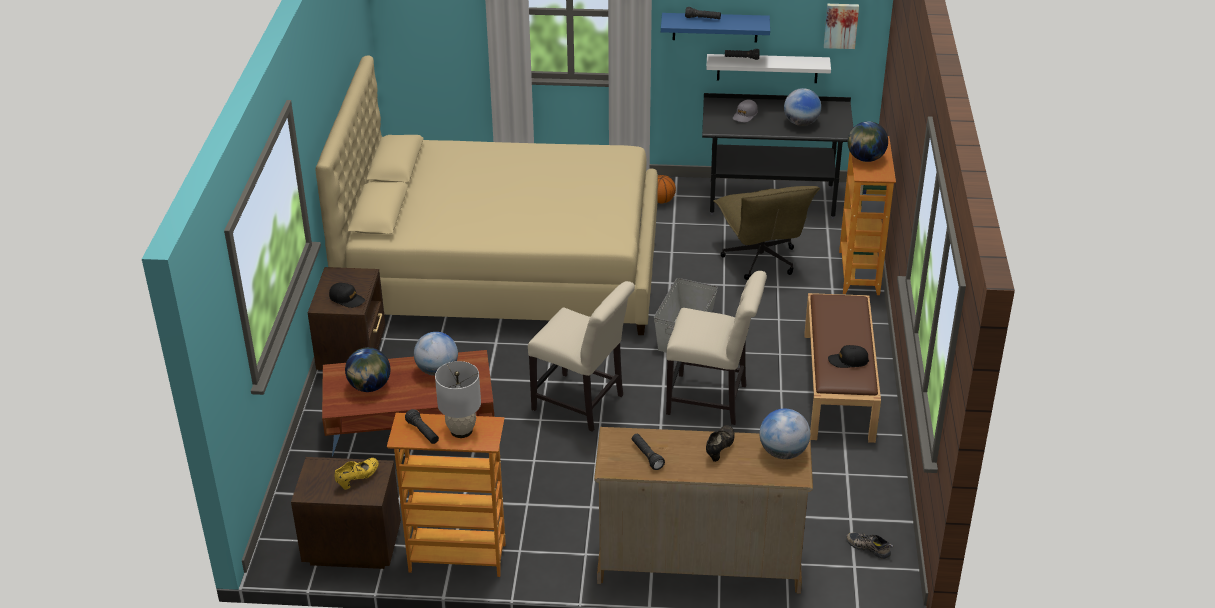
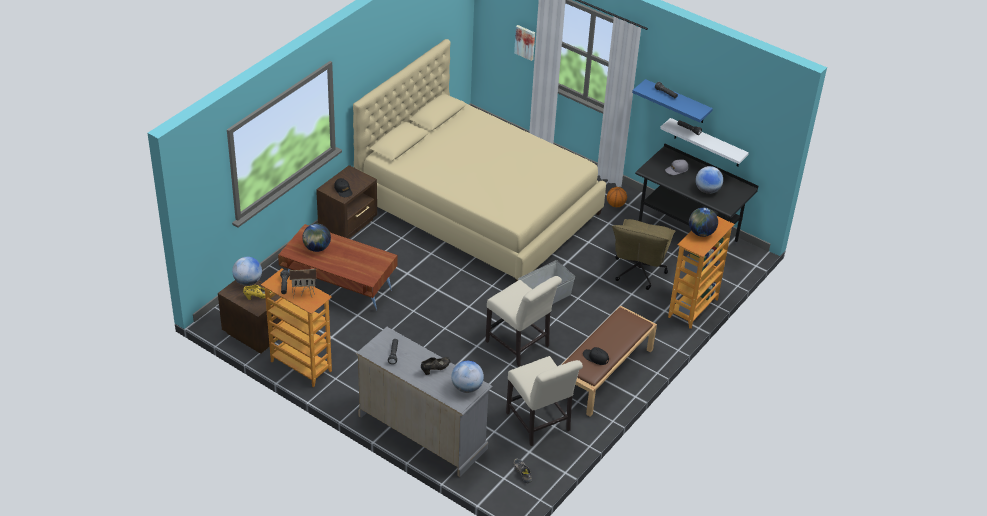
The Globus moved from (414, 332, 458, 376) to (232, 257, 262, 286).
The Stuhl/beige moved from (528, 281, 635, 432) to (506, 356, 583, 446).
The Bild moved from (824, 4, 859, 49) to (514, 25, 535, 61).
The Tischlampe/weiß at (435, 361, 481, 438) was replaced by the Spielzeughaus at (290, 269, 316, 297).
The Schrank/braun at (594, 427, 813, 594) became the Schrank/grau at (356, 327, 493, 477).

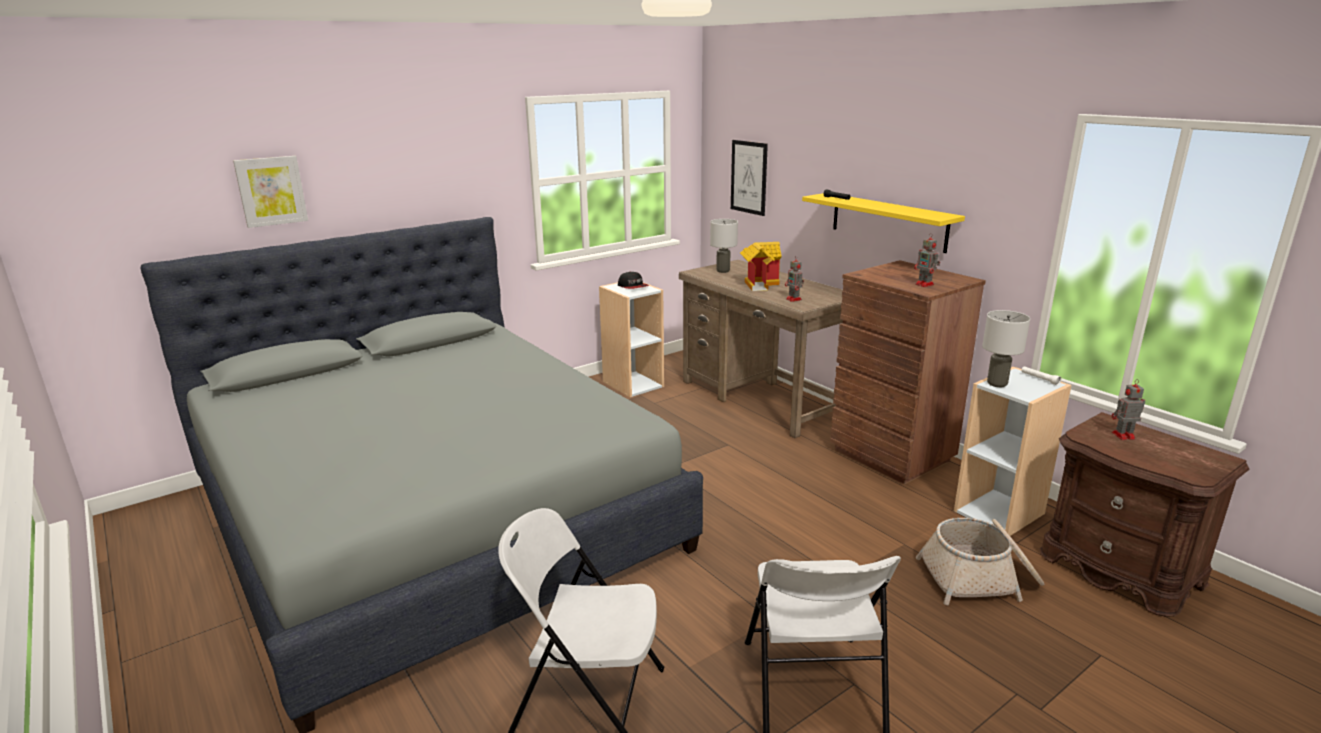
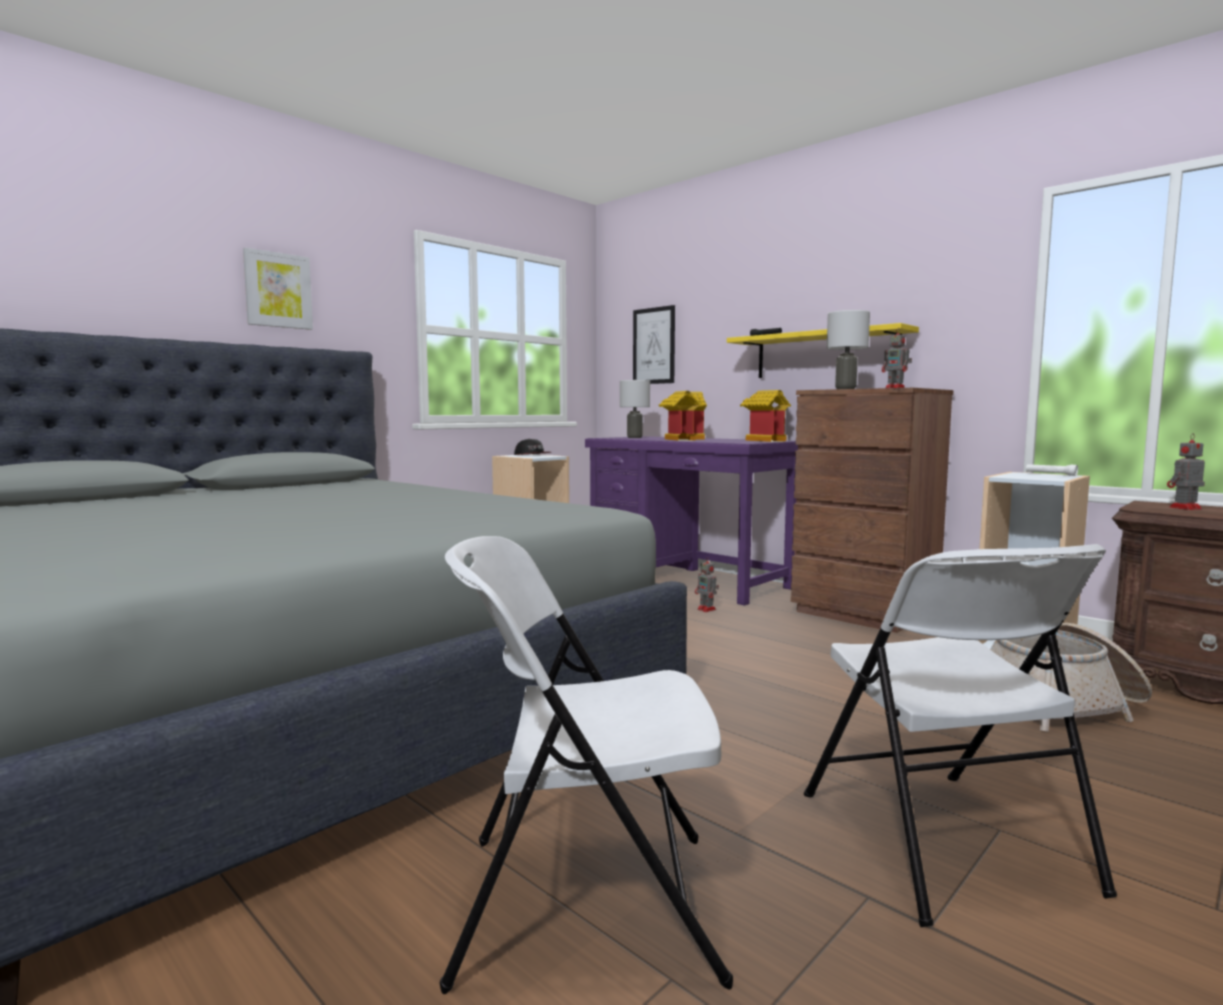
The Spielzeughaus at (740, 390, 791, 442) appeared.
The Bild moved from (233, 156, 308, 228) to (243, 247, 313, 330).
The Spielzeugroboter moved from (785, 257, 804, 302) to (695, 556, 719, 612).
The Tischlampe/weiß moved from (982, 310, 1030, 387) to (826, 310, 870, 389).
The Schreibtisch/braun at (679, 260, 843, 438) became the Schreibtisch/lila at (585, 436, 798, 605).

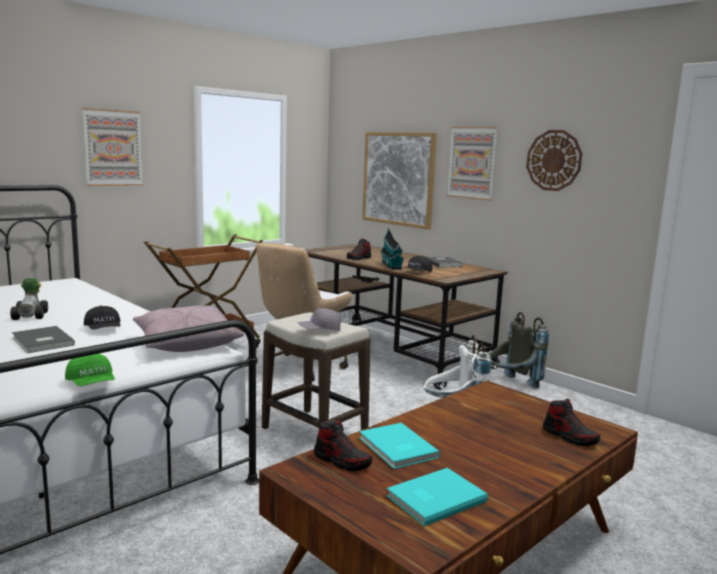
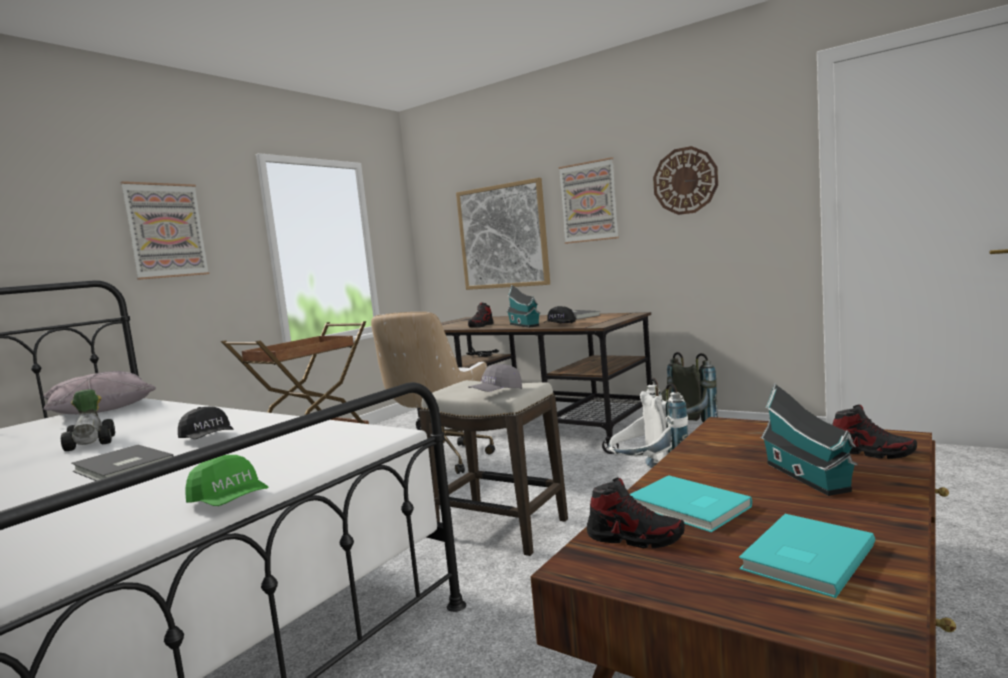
The Spielzeughaus at (761, 383, 858, 496) appeared.
The Kissen/lila moved from (133, 305, 244, 352) to (43, 371, 156, 414).

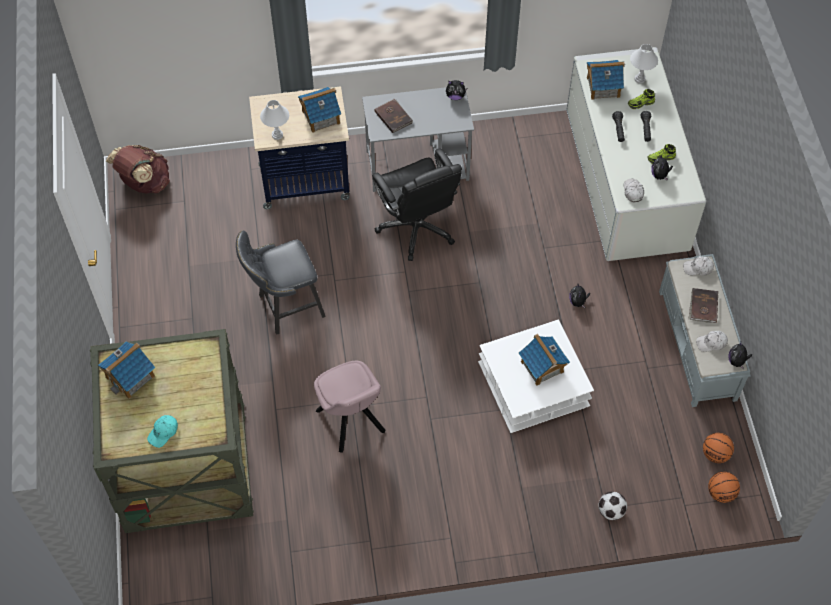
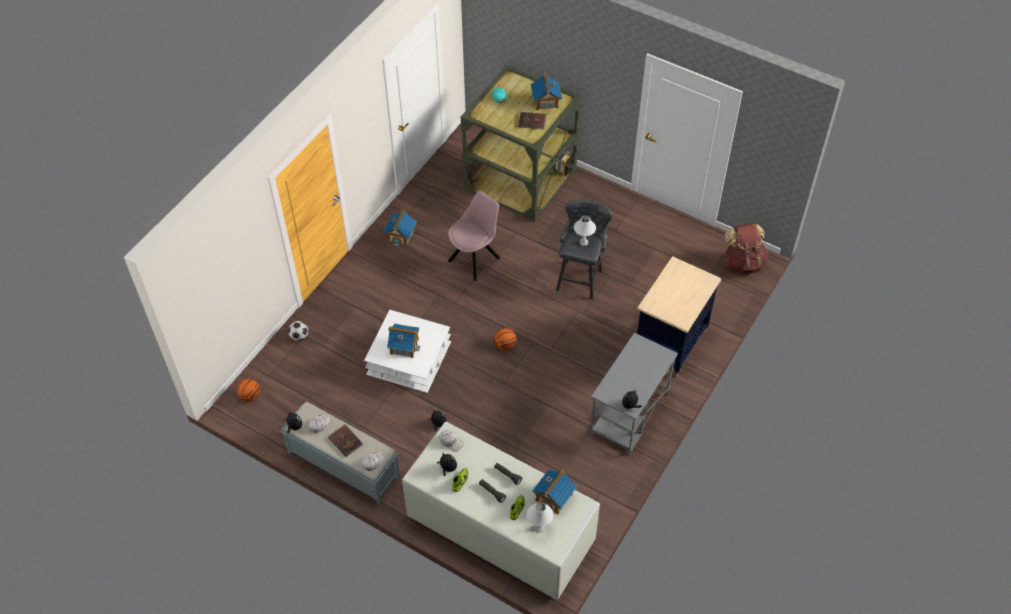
The Bürostuhl/schwarz at (372, 148, 462, 261) disappeared.
The Tischlampe/weiß moved from (260, 100, 289, 140) to (574, 215, 596, 246).
The Spielzeughaus moved from (298, 87, 341, 133) to (383, 210, 417, 247).
The Buch/braun moved from (374, 98, 413, 133) to (518, 112, 547, 130).
The Basketball moved from (703, 433, 734, 463) to (494, 328, 516, 350).
The Stuhl/rosa at (314, 361, 386, 453) turned 120 degrees clockwise.

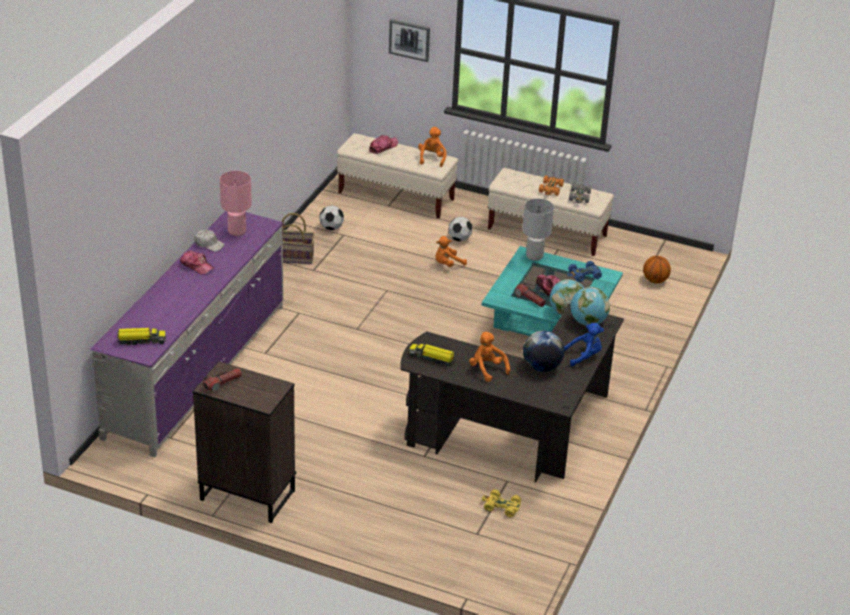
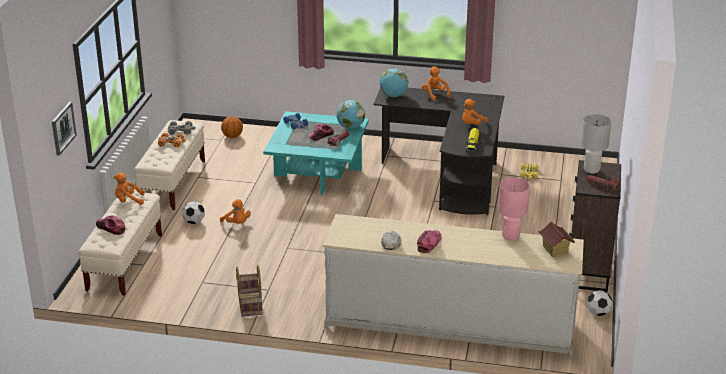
The Globus at (523, 331, 564, 372) disappeared.
The Tischlampe/rosa moved from (220, 171, 252, 236) to (498, 178, 530, 241).
The Fußball moved from (319, 205, 344, 230) to (587, 290, 613, 316).
The Tischlampe/grau moved from (522, 198, 554, 261) to (581, 114, 611, 174).
The Spielzeuglaster at (117, 328, 166, 345) was replaced by the Spielzeughaus at (538, 222, 575, 257).
The Schrank/lila at (90, 211, 284, 457) became the Schrank/beige at (323, 214, 584, 359).
The Plüschtier/blau at (564, 323, 604, 366) became the Plüschtier/orange at (422, 66, 450, 101).

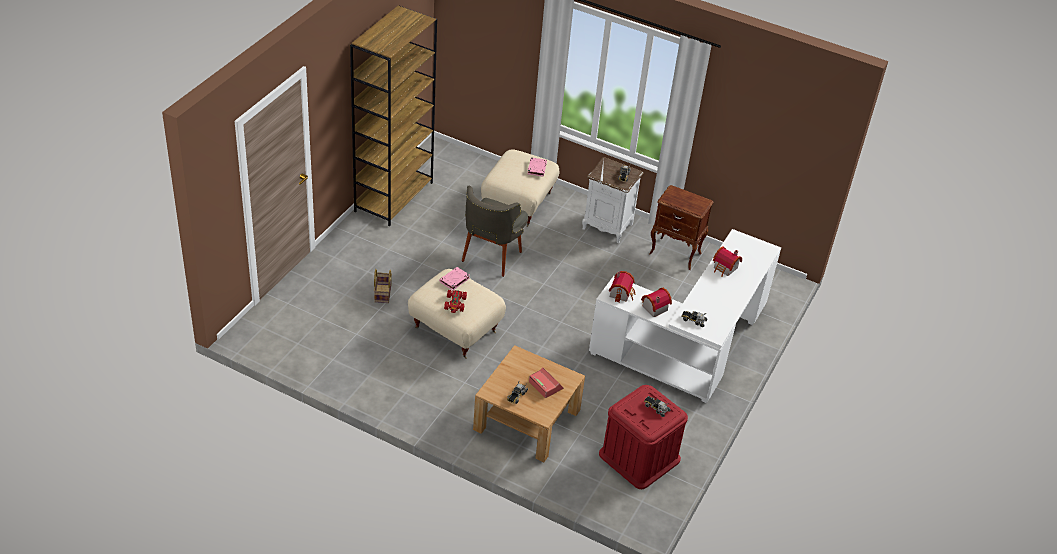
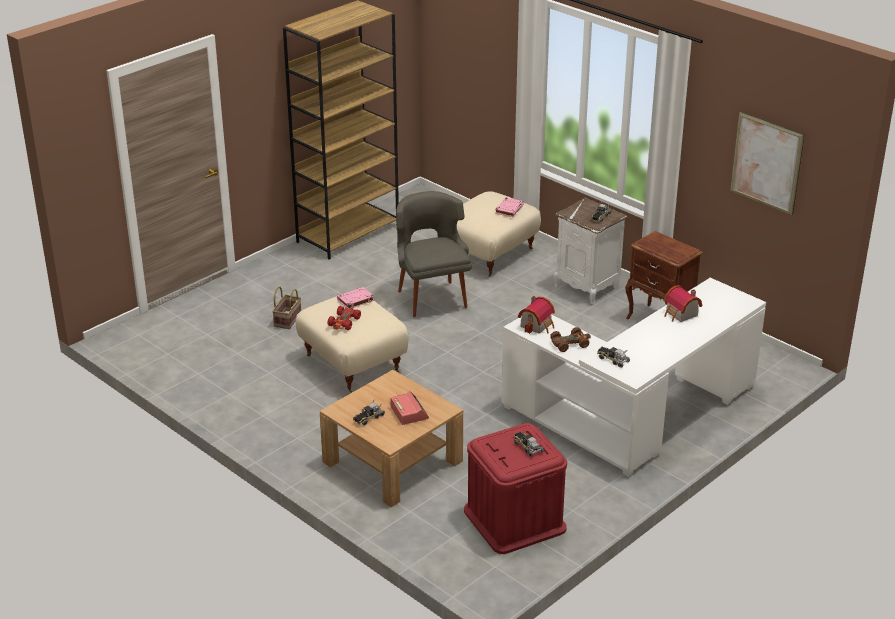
The Bild at (730, 112, 805, 215) appeared.
The Spielzeughaus at (641, 288, 672, 317) was replaced by the Spielzeugauto/braun at (550, 327, 591, 352).
The Stuhl/grau at (462, 186, 528, 277) turned 120 degrees clockwise.

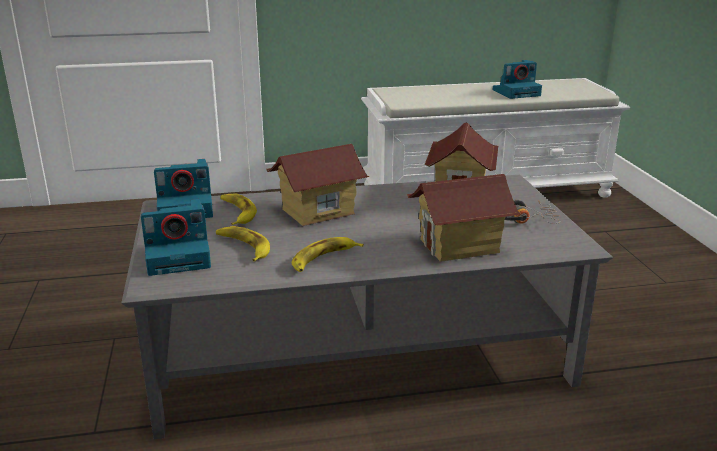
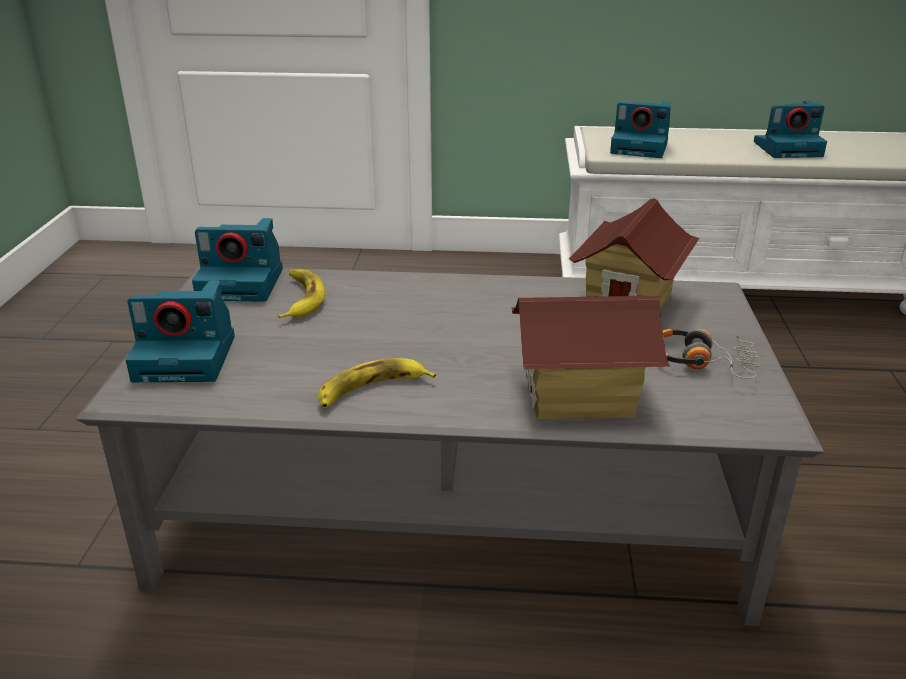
The Banane at (216, 226, 270, 262) disappeared.
The Spielzeughaus at (266, 144, 369, 226) disappeared.
The Kamera at (610, 101, 671, 158) appeared.

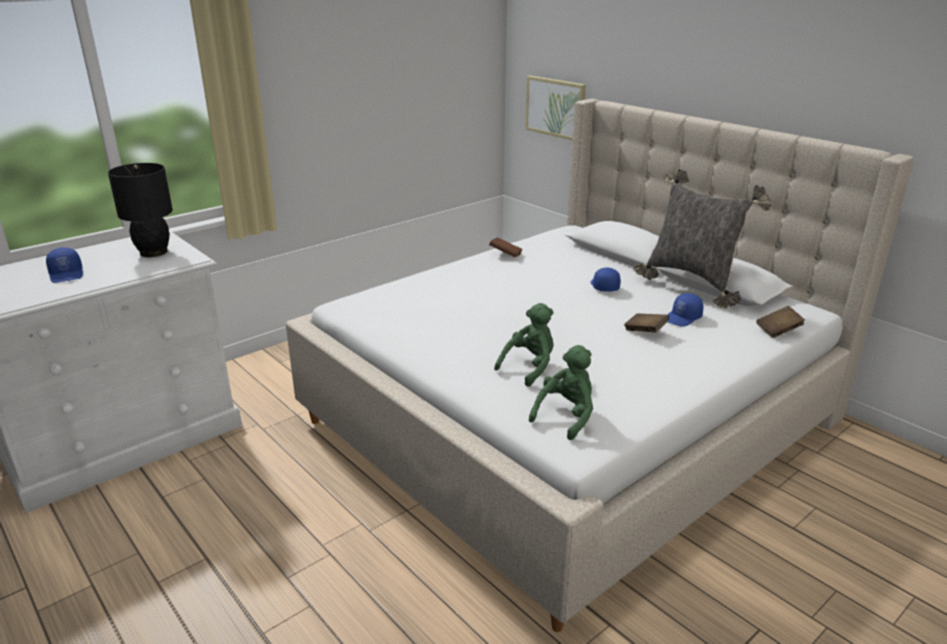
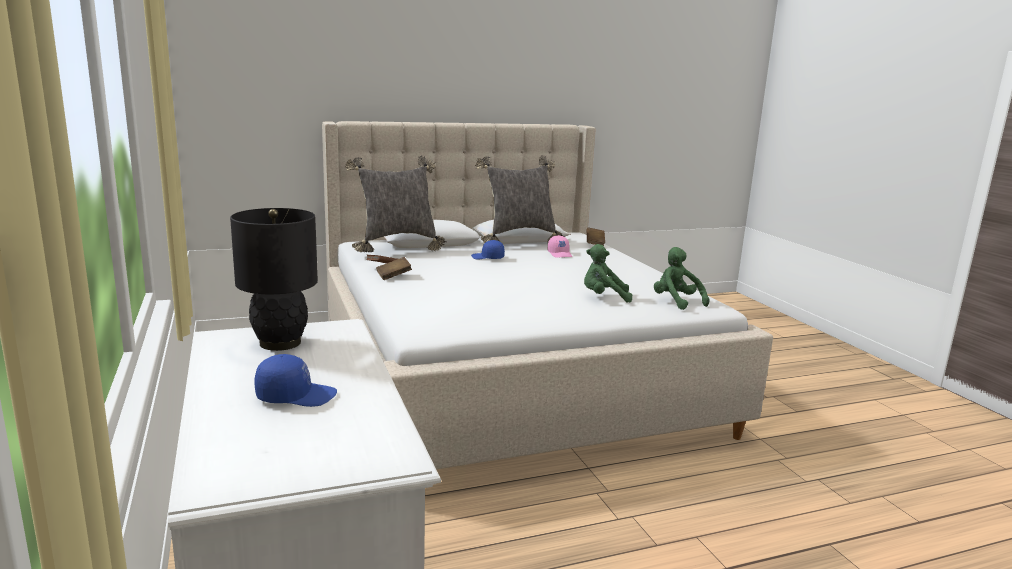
The Bild at (525, 76, 586, 140) disappeared.
The Kissen at (345, 156, 446, 253) appeared.
The Buch/braun moved from (624, 313, 670, 333) to (376, 257, 412, 280).
The Kappe/blau at (667, 293, 703, 327) became the Kappe/rosa at (547, 235, 572, 258).
The Plüschtier/grün at (494, 303, 554, 387) turned 60 degrees counterclockwise.

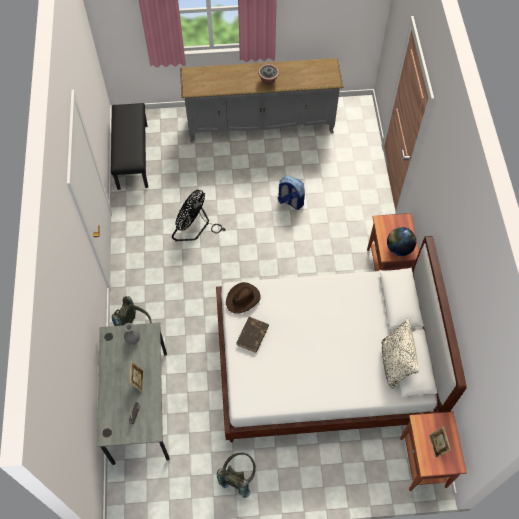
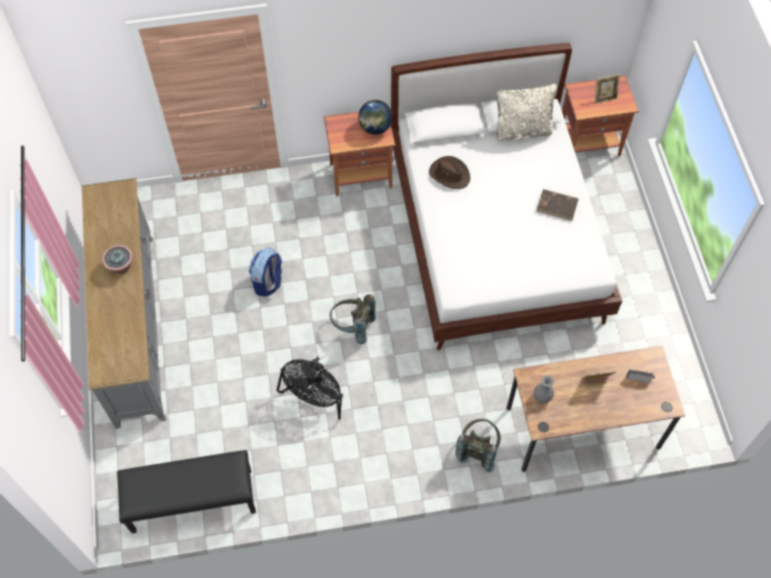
The Rucksack/grau moved from (217, 453, 256, 498) to (330, 294, 376, 344).
The Hut/braun moved from (226, 282, 261, 314) to (429, 156, 470, 189).
The Buch/braun moved from (236, 317, 269, 353) to (537, 189, 579, 221).
The Schreibtisch/grau at (97, 323, 170, 465) became the Schreibtisch/braun at (507, 346, 685, 472).

